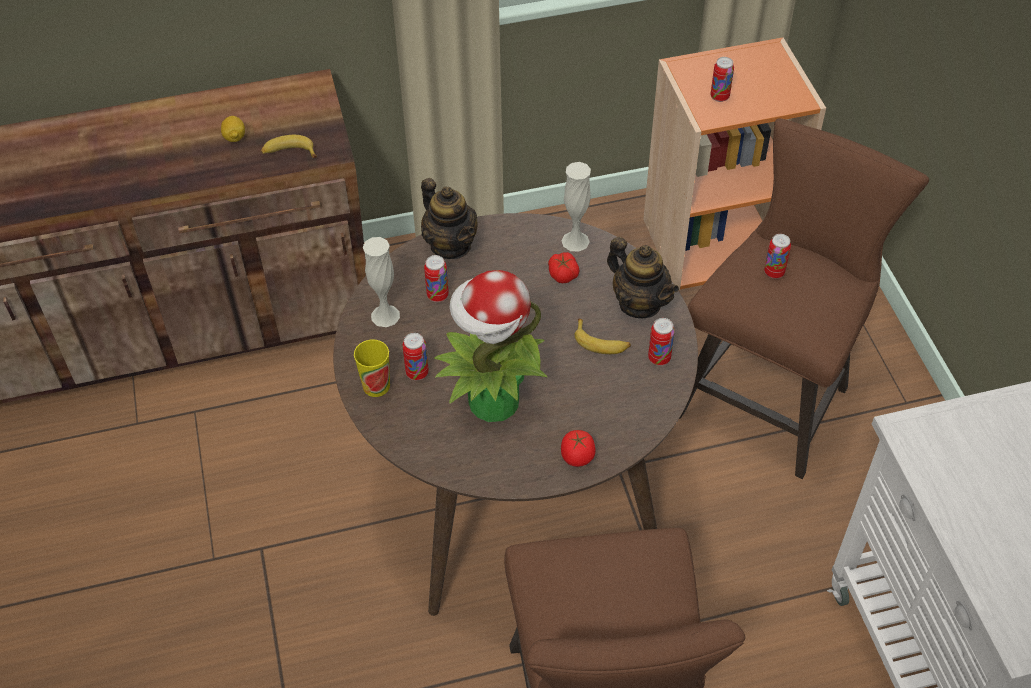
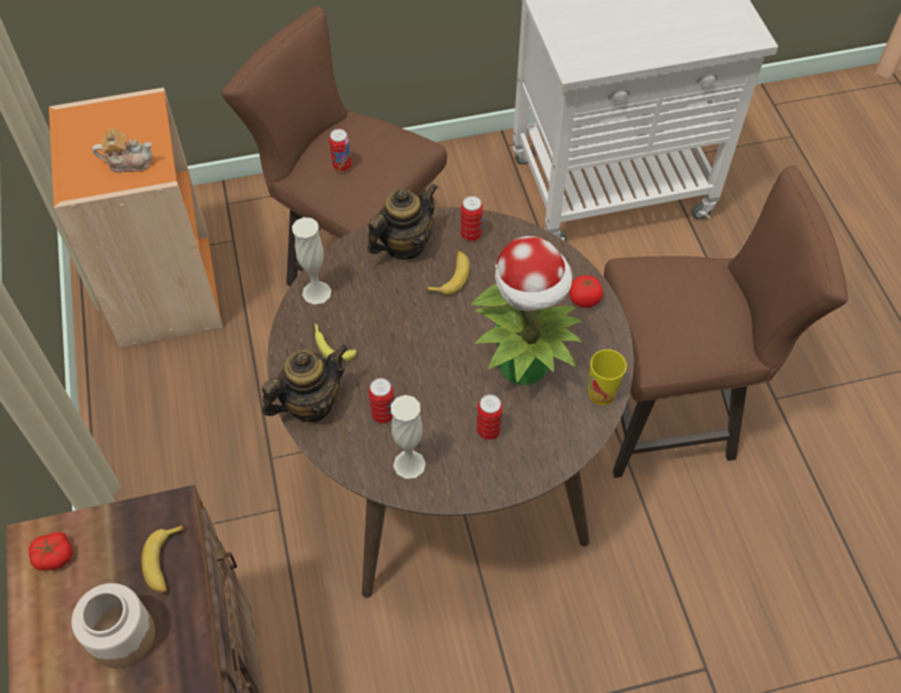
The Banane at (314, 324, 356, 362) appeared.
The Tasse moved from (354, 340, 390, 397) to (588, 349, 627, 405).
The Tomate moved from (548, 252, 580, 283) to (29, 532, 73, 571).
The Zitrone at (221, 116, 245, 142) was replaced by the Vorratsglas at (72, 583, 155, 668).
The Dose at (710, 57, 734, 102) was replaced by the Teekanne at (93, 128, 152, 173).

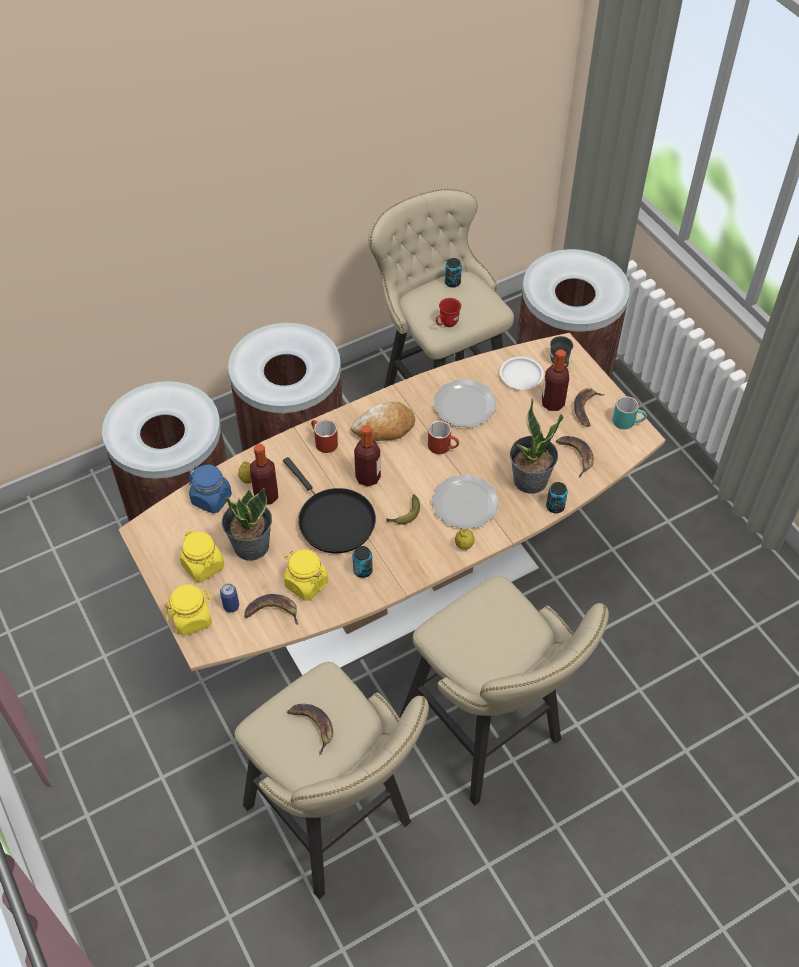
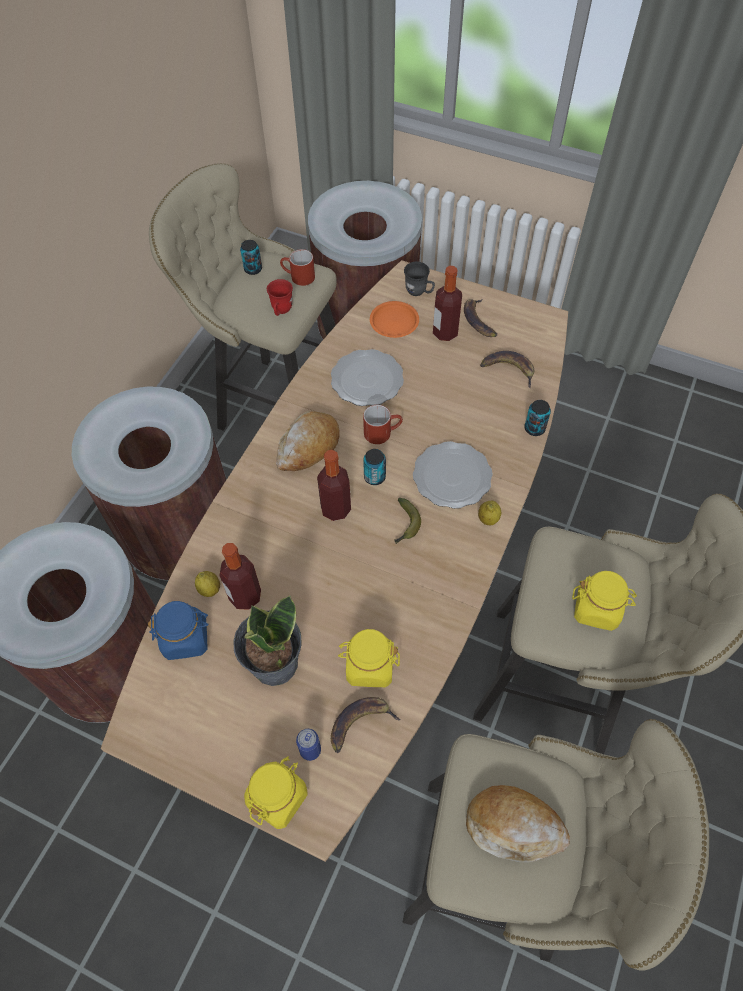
The Pfanne/schwarz at (283, 457, 376, 553) disappeared.
The Topfpflanze at (510, 399, 564, 494) disappeared.
The Henkelbecher/türkis at (612, 396, 647, 429) disappeared.
The Vorratsglas/gelb moved from (180, 530, 224, 582) to (572, 571, 637, 631).
The Henkelbecher/rot moved from (311, 420, 338, 453) to (280, 249, 315, 286).
The Dose moved from (352, 546, 373, 578) to (363, 449, 386, 485).
The Banane at (287, 704, 333, 755) was replaced by the Brot at (466, 785, 570, 862).
The Teller/weiß at (500, 357, 544, 390) became the Teller/orange at (370, 301, 419, 338).

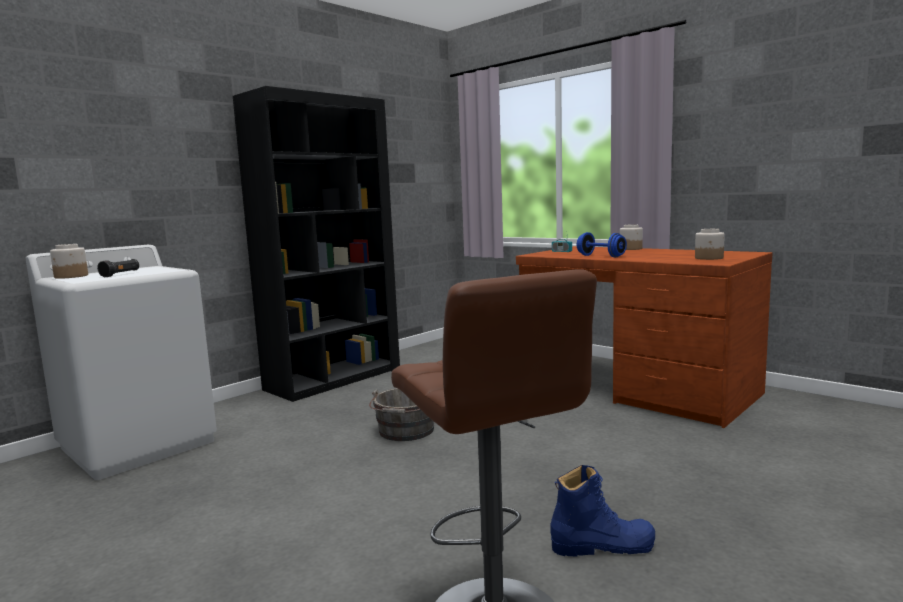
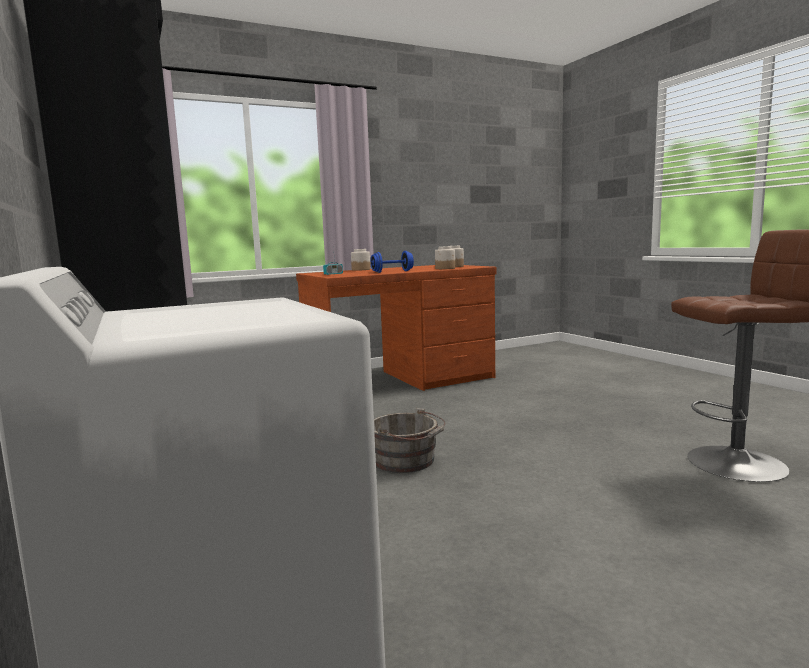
The Taschenlampe/schwarz at (97, 259, 139, 277) disappeared.
The Stiefel/blau at (550, 465, 655, 556) disappeared.
The Vorratsglas moved from (50, 244, 88, 279) to (435, 246, 455, 269).

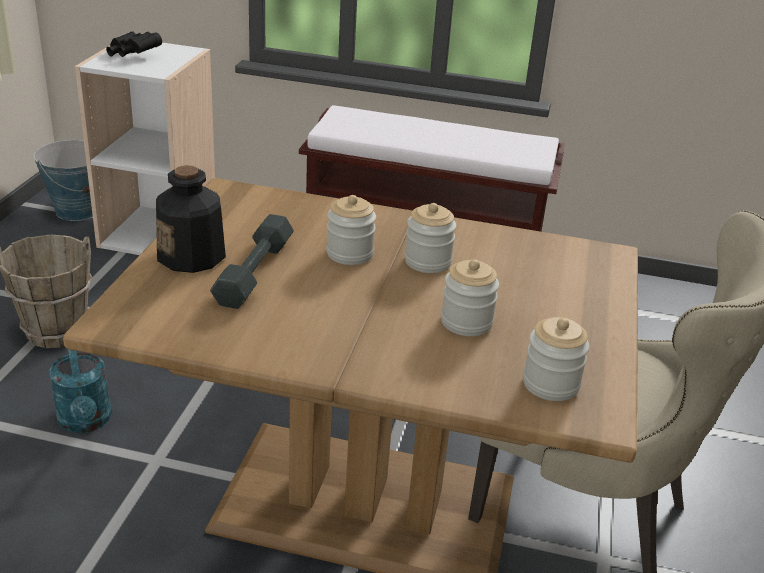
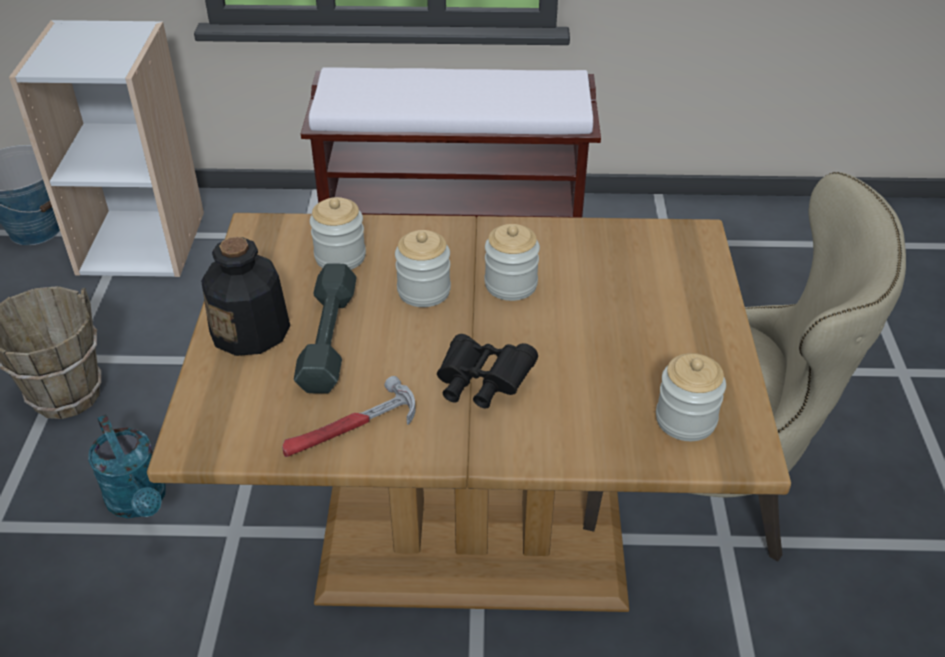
The Hammer at (282, 376, 415, 457) appeared.
The Fernglas/schwarz moved from (106, 31, 162, 57) to (437, 334, 538, 408).
The Vorratsglas moved from (441, 259, 499, 336) to (310, 197, 366, 270).

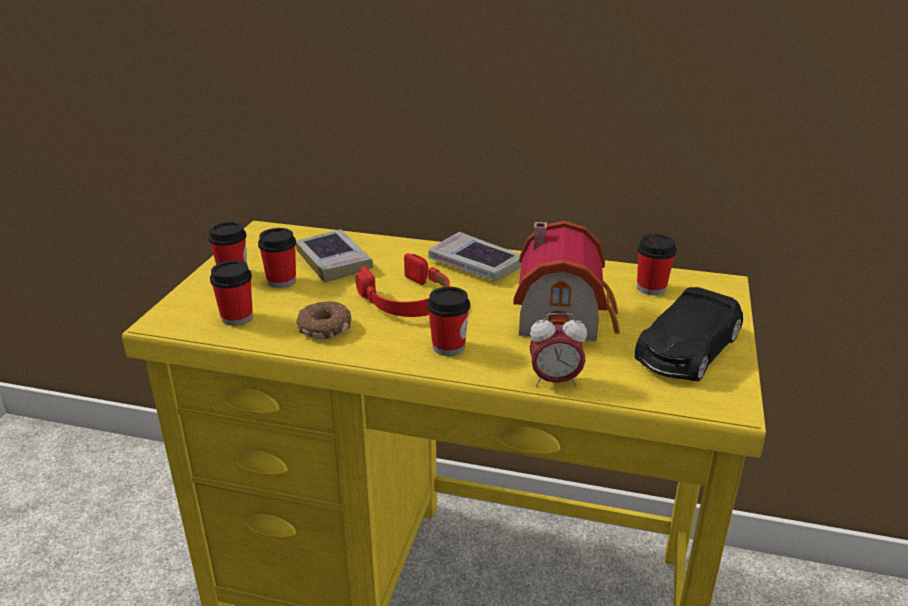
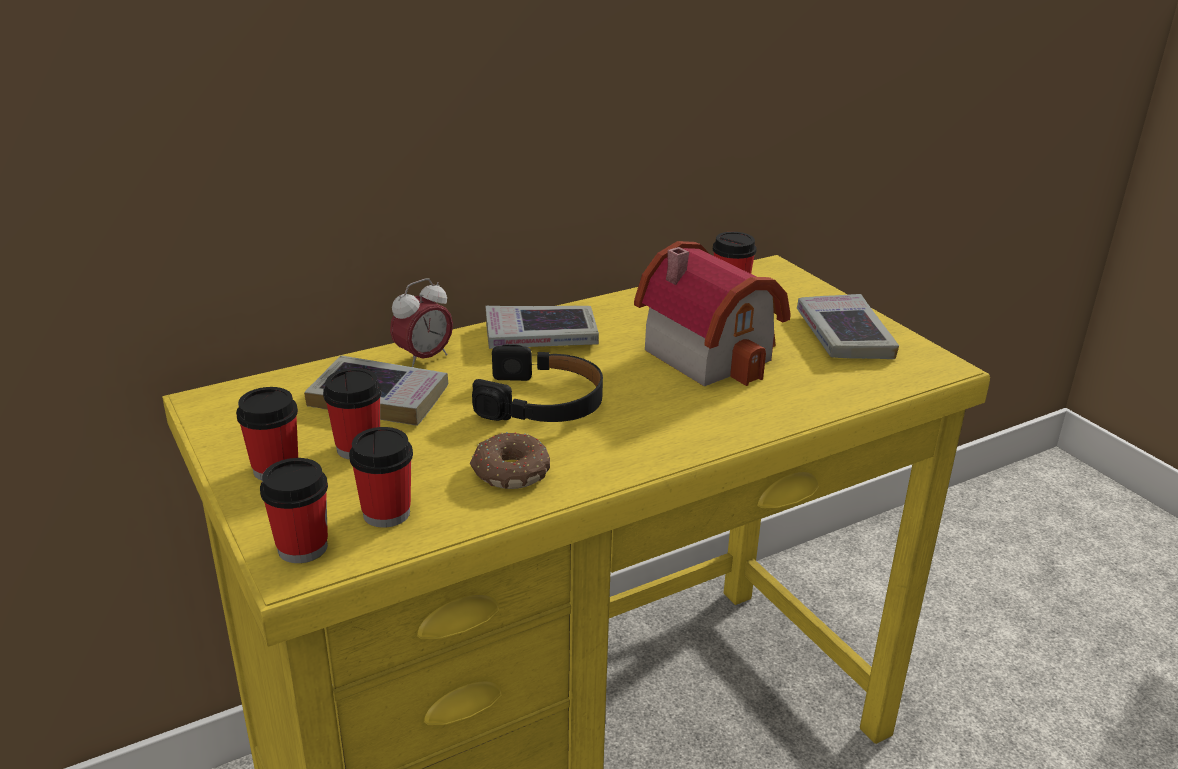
The Tasse moved from (427, 287, 470, 356) to (260, 458, 328, 563).
The Wecker moved from (530, 313, 587, 387) to (390, 278, 453, 367).
The Spielzeugauto/schwarz at (635, 287, 743, 382) was replaced by the Buch at (797, 294, 899, 359).
The Kopfhörer/rot at (356, 253, 450, 317) became the Kopfhörer/schwarz at (472, 344, 603, 422).

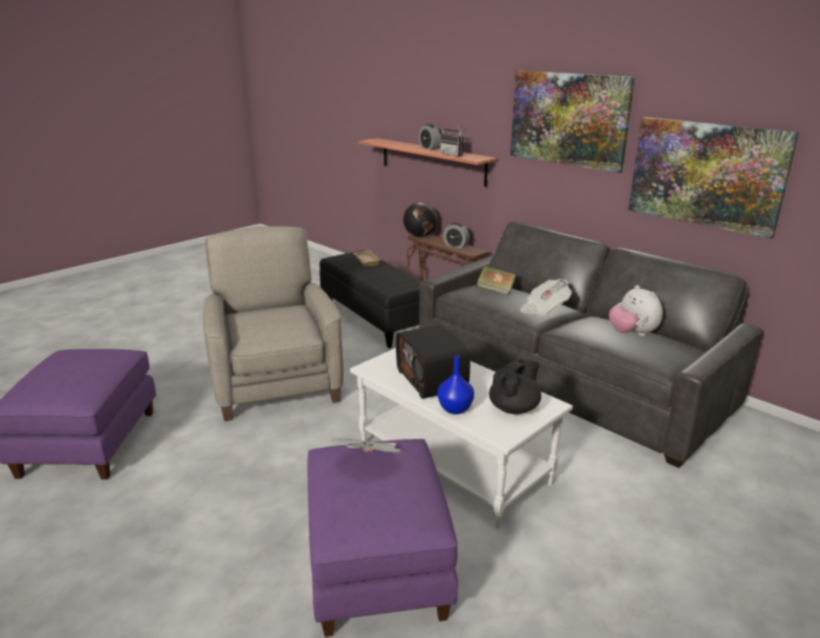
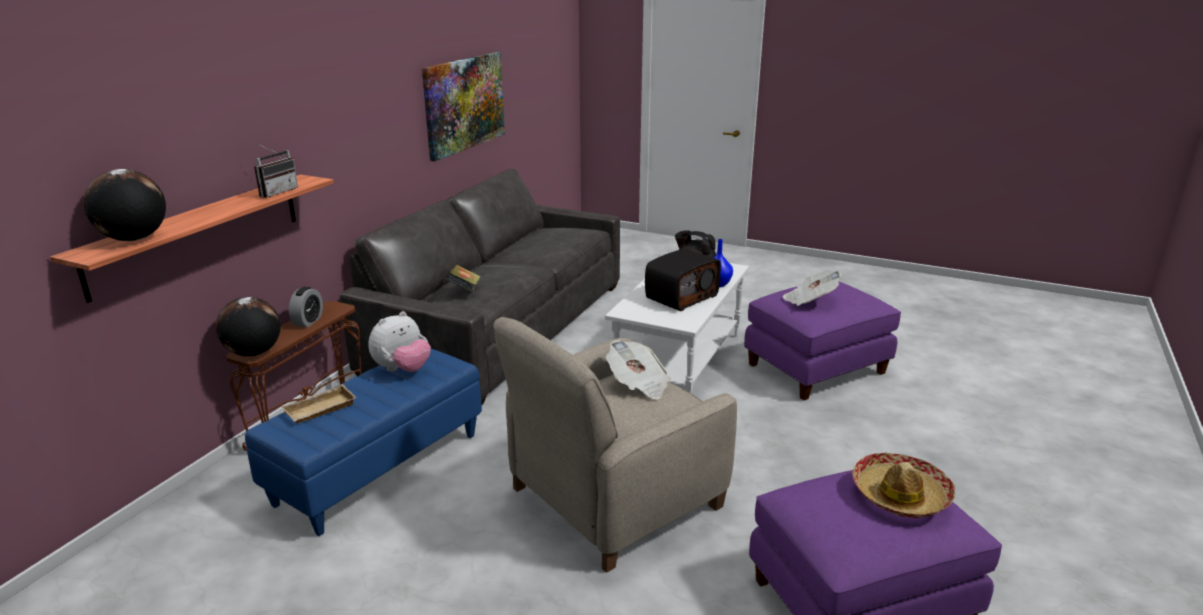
The Wecker at (419, 124, 440, 150) disappeared.
The Bild at (510, 70, 635, 173) disappeared.
The Globus at (83, 169, 166, 241) appeared.
The Hut at (852, 453, 955, 518) appeared.
The Zeitung moved from (520, 279, 572, 316) to (606, 340, 671, 400).
The Plüschtier moved from (609, 285, 663, 336) to (368, 311, 431, 372).
The Polsterhocker/schwarz at (320, 250, 422, 348) became the Polsterhocker/blau at (245, 348, 482, 536).

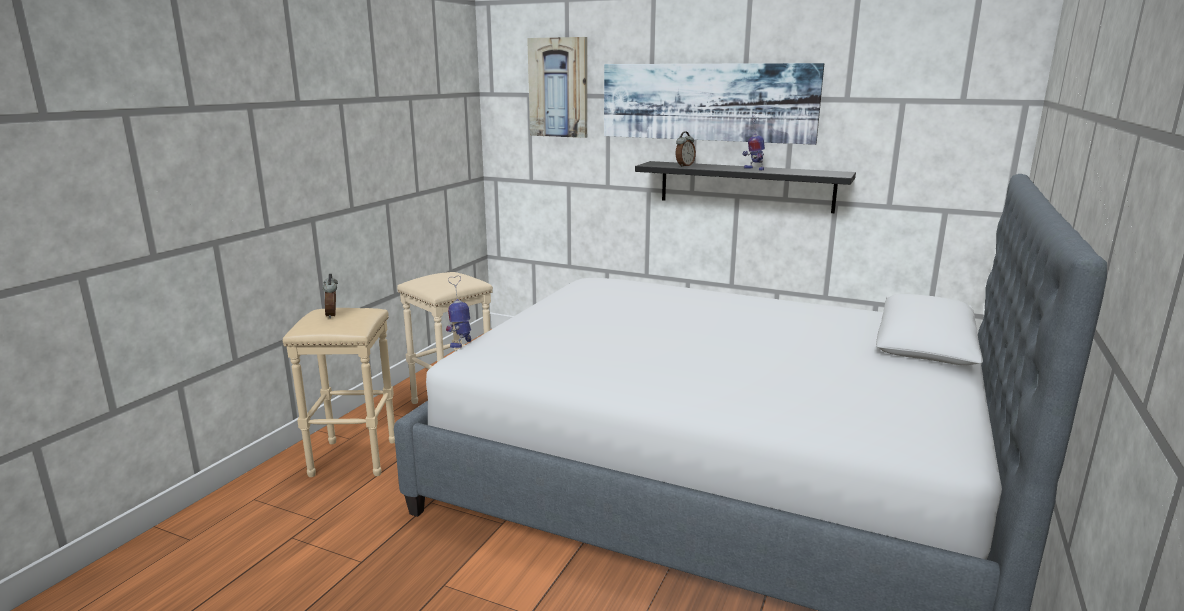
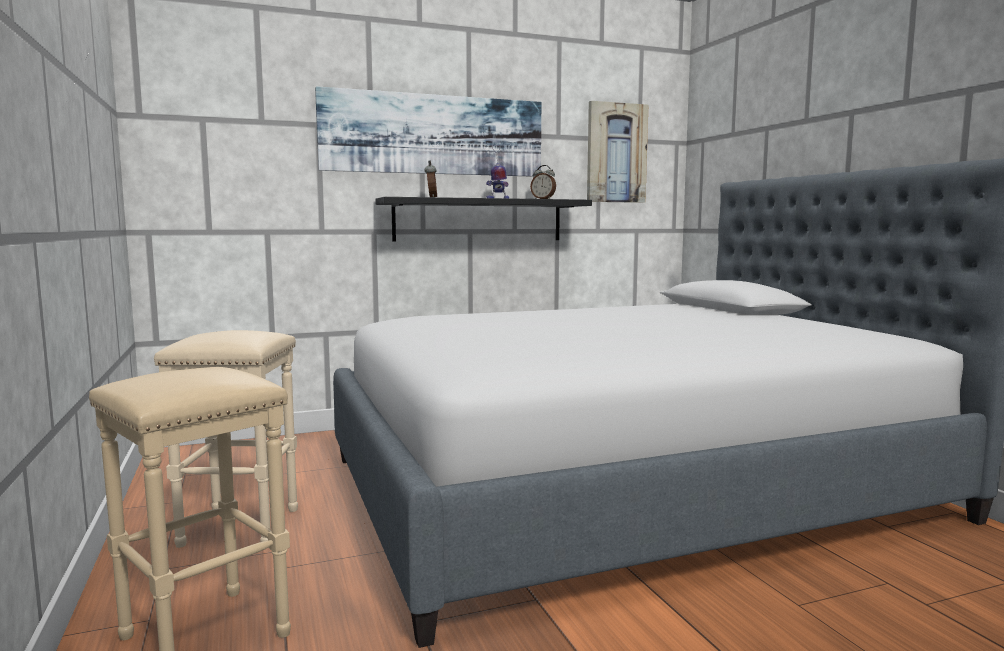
The Spielzeugroboter at (446, 275, 471, 348) disappeared.
The Wecker moved from (323, 274, 338, 319) to (530, 165, 556, 199).
The Bild moved from (527, 37, 587, 138) to (587, 101, 648, 203).

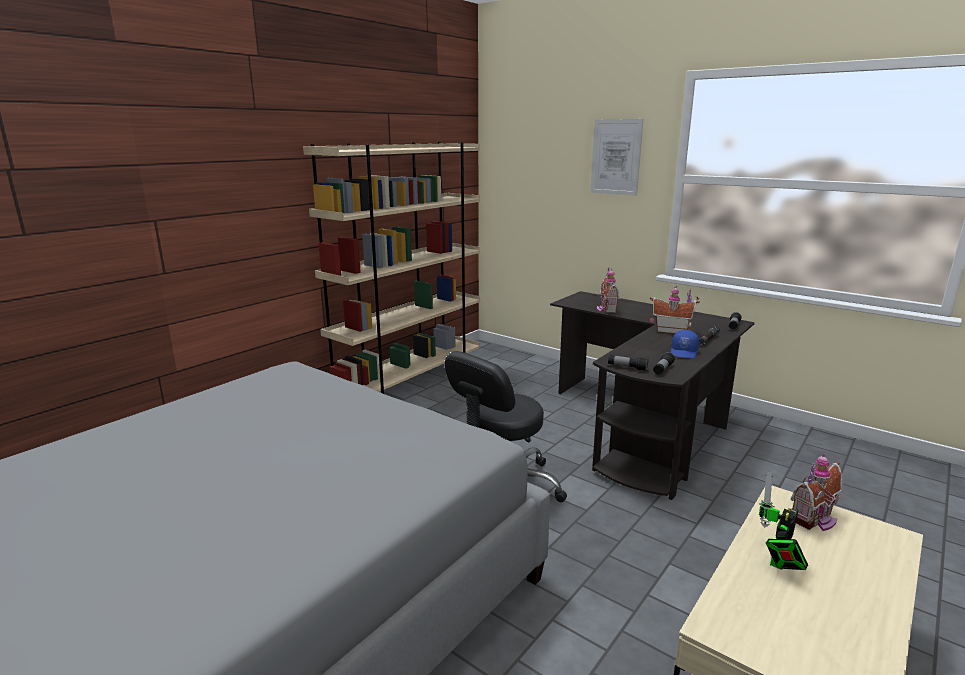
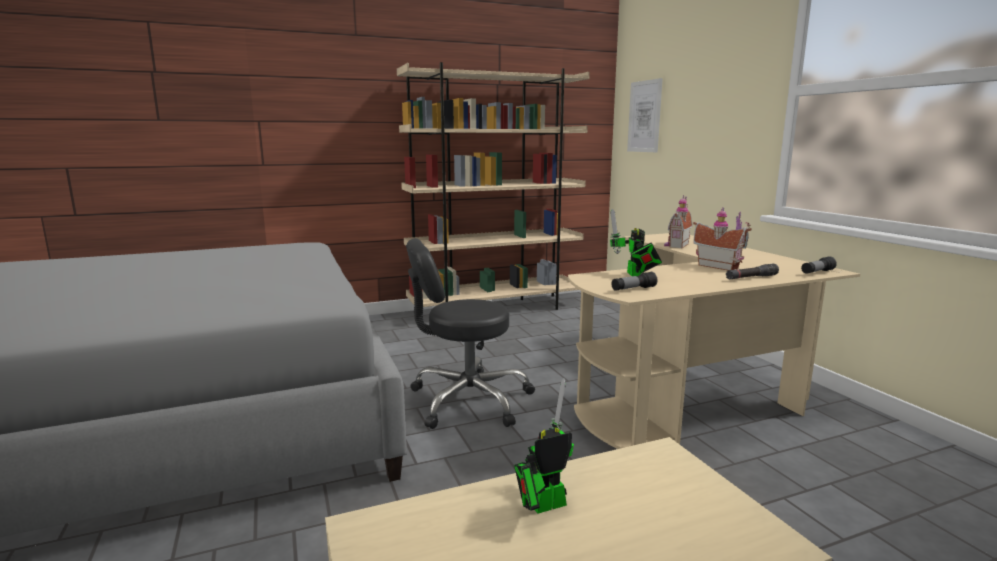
The Taschenlampe at (608, 355, 648, 371) disappeared.
The Kappe/blau at (671, 330, 699, 358) disappeared.
The Spielzeughaus at (791, 453, 843, 531) disappeared.
The Spielzeugroboter at (610, 209, 662, 276) appeared.
The Bild moved from (590, 119, 643, 196) to (627, 78, 663, 152).
The Schreibtisch/schwarz at (550, 291, 755, 500) became the Schreibtisch/beige at (568, 233, 860, 449).

